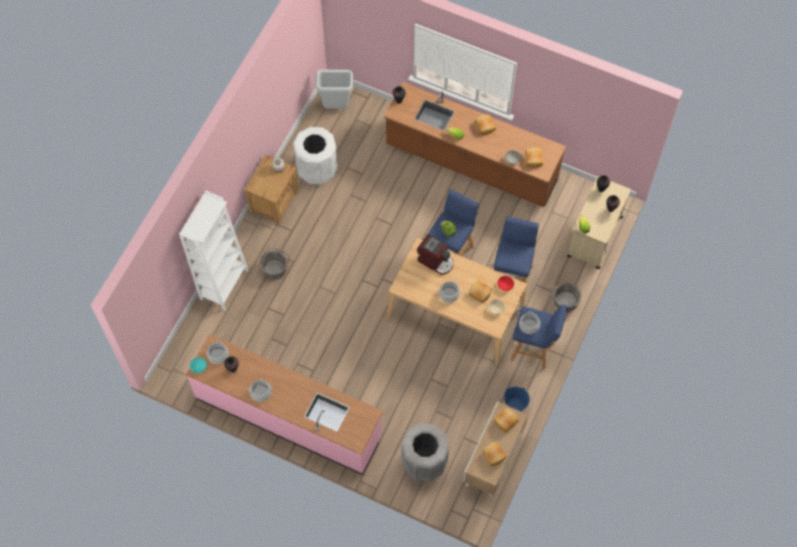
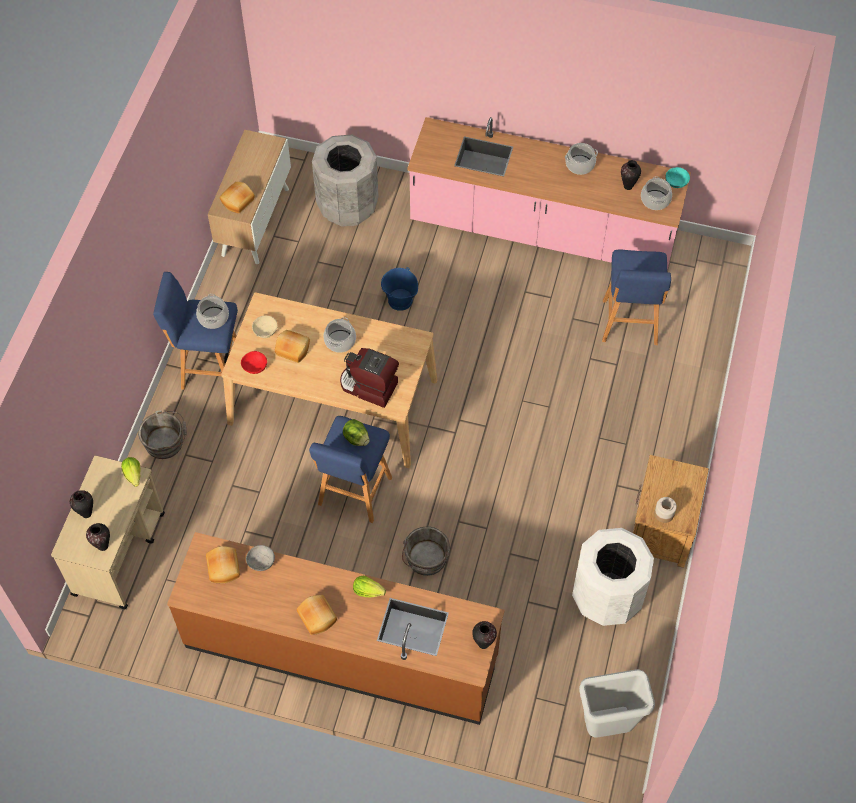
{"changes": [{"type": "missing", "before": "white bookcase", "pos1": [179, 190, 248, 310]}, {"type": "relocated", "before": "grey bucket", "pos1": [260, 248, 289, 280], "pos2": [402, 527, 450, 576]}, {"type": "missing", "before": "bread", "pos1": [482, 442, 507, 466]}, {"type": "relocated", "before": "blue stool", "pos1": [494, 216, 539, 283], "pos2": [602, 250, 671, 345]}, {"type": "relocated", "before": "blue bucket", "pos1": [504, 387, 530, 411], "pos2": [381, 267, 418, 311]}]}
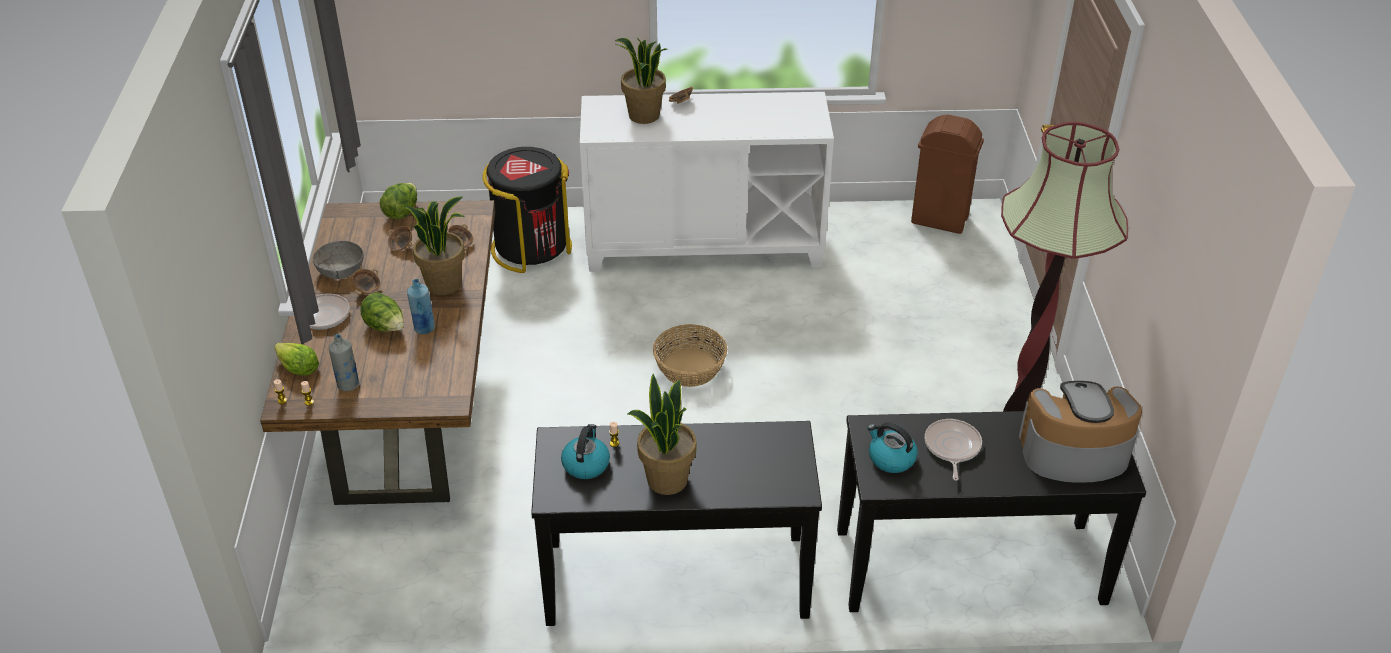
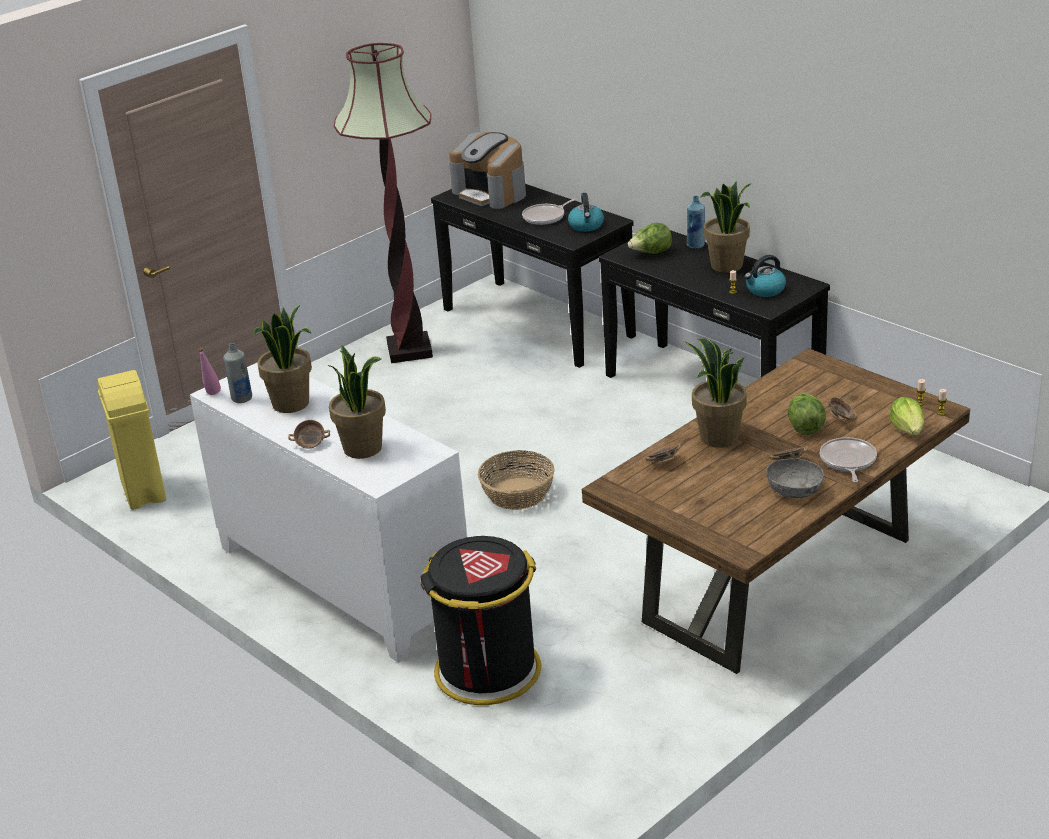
{"changes": [{"type": "relocated", "before": "grey bottle", "pos1": [329, 334, 359, 391], "pos2": [223, 343, 252, 403]}, {"type": "relocated", "before": "lettuce", "pos1": [380, 183, 417, 220], "pos2": [628, 223, 672, 254]}, {"type": "relocated", "before": "bowl", "pos1": [388, 226, 412, 251], "pos2": [829, 397, 856, 422]}, {"type": "relocated", "before": "blue bottle", "pos1": [407, 279, 435, 334], "pos2": [687, 196, 705, 249]}, {"type": "colour", "before": "brown trash can", "after": "yellow trash can", "pos1": [911, 115, 984, 234], "pos2": [97, 370, 166, 510]}, {"type": "appeared", "after": "pink bottle", "pos2": [198, 347, 221, 395]}, {"type": "appeared", "after": "potted plant", "pos2": [254, 305, 312, 413]}]}
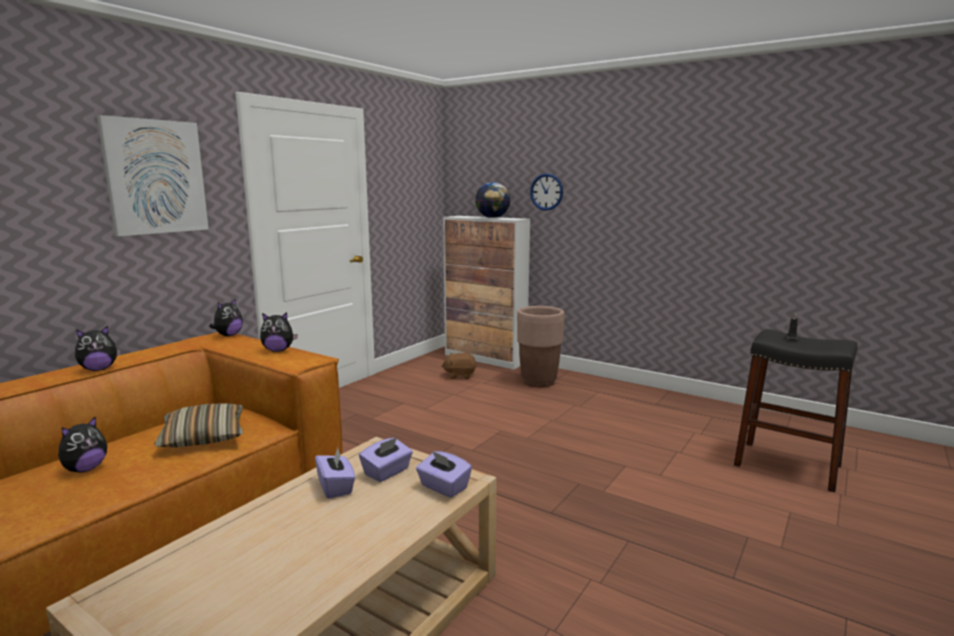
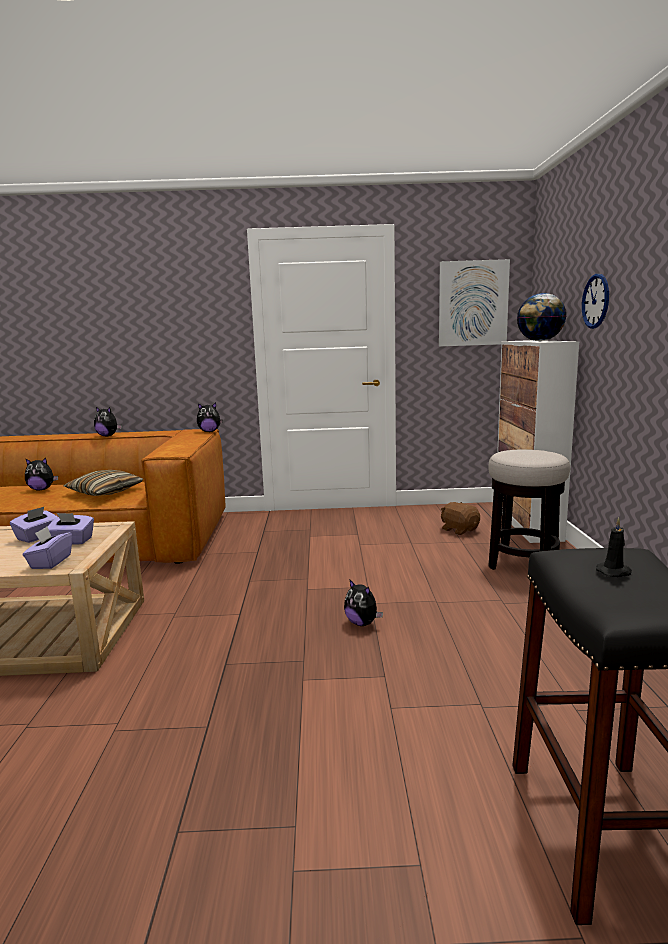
{"changes": [{"type": "relocated", "before": "picture", "pos1": [97, 115, 209, 236], "pos2": [439, 259, 510, 346]}, {"type": "relocated", "before": "plush toy", "pos1": [260, 312, 298, 352], "pos2": [344, 580, 383, 626]}, {"type": "exchanged", "before": "brown planter", "after": "stool", "pos1": [517, 306, 564, 387], "pos2": [488, 449, 570, 570]}]}
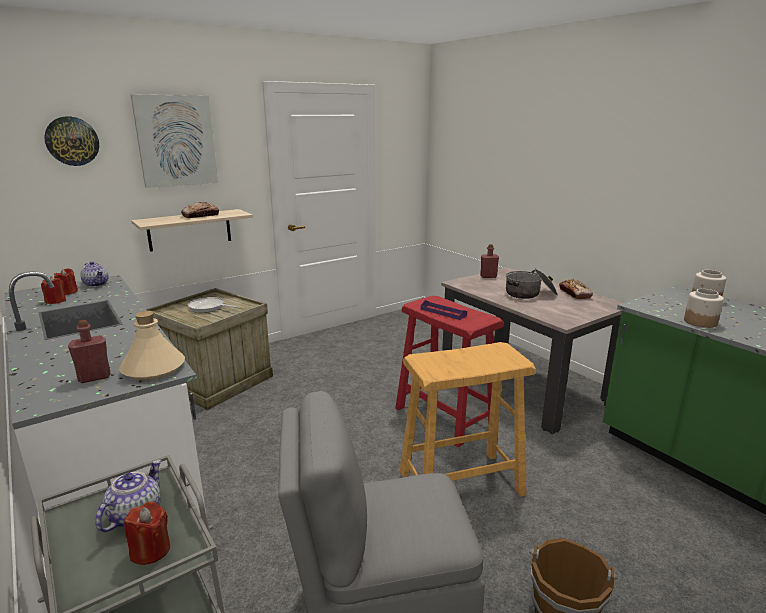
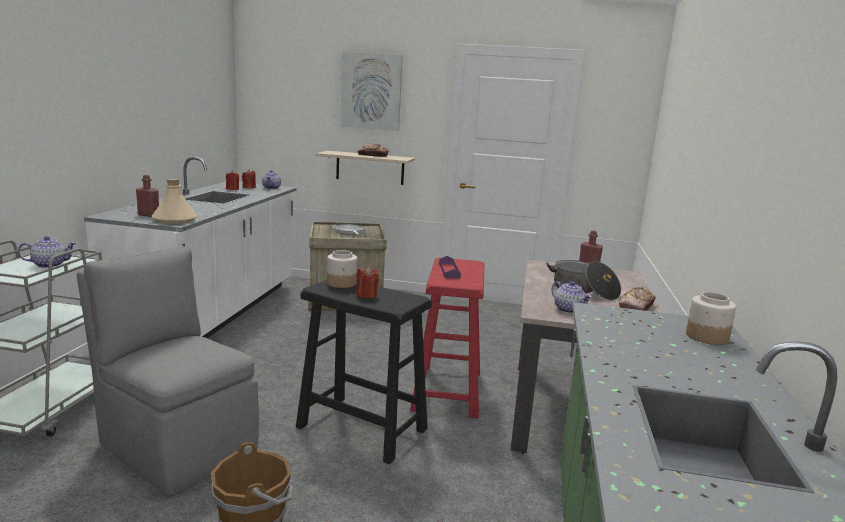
{"changes": [{"type": "missing", "before": "wall clock", "pos1": [44, 117, 99, 166]}, {"type": "relocated", "before": "red candle", "pos1": [124, 501, 170, 565], "pos2": [356, 266, 379, 298]}, {"type": "colour", "before": "beige stool", "after": "black stool", "pos1": [400, 342, 536, 497], "pos2": [296, 280, 432, 464]}, {"type": "relocated", "before": "jar", "pos1": [684, 289, 724, 328], "pos2": [327, 250, 357, 288]}, {"type": "appeared", "after": "teapot", "pos2": [551, 281, 592, 314]}]}
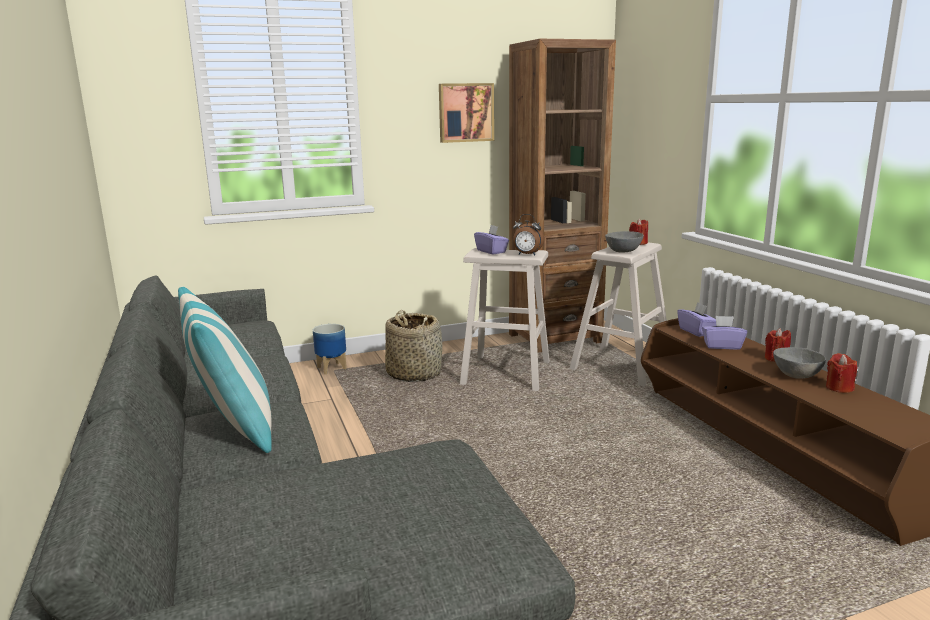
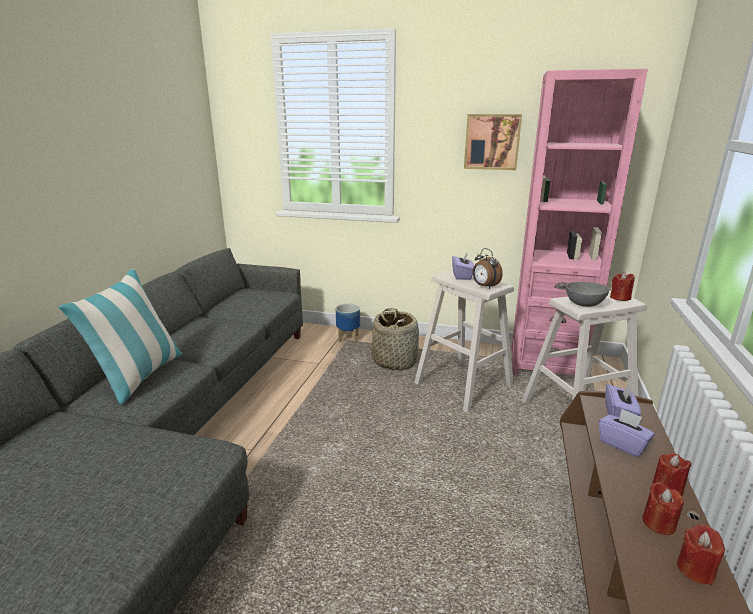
{"changes": [{"type": "colour", "before": "brown bookcase", "after": "pink bookcase", "pos1": [509, 39, 616, 353], "pos2": [512, 69, 648, 375]}, {"type": "exchanged", "before": "grey bowl", "after": "red candle", "pos1": [773, 347, 826, 379], "pos2": [643, 482, 684, 535]}]}
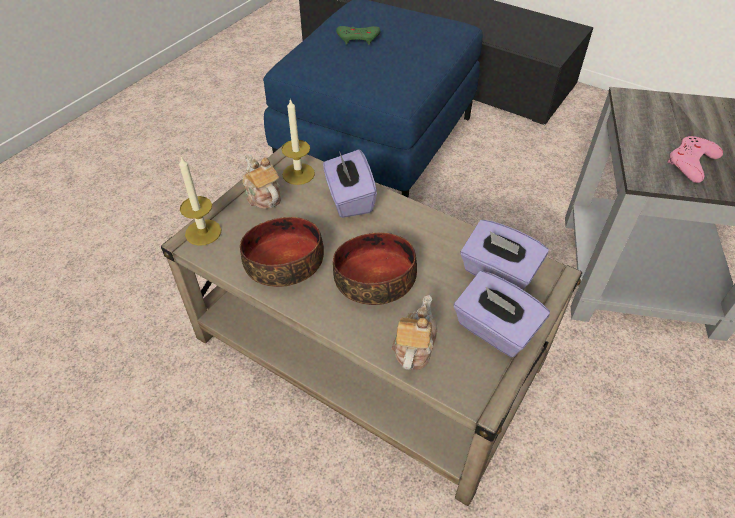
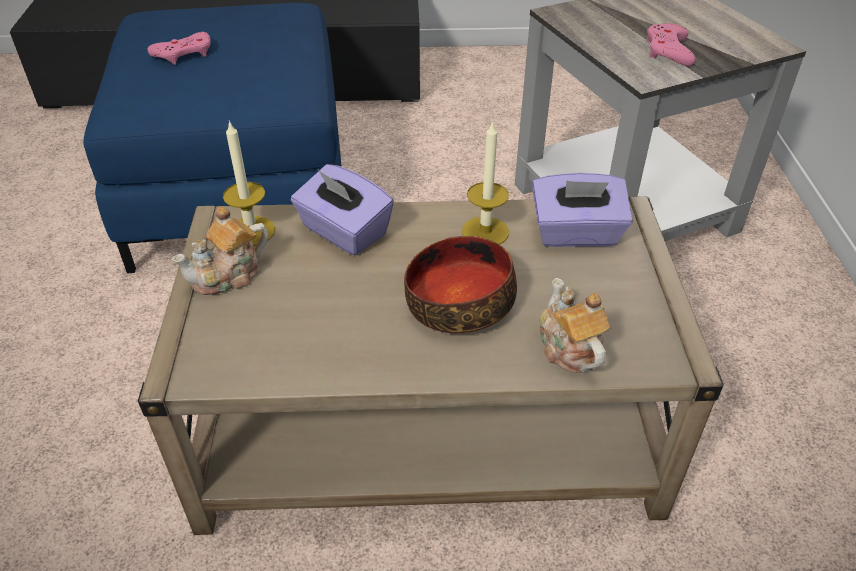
{"changes": [{"type": "relocated", "before": "candle", "pos1": [179, 156, 221, 246], "pos2": [462, 120, 509, 245]}, {"type": "missing", "before": "bowl", "pos1": [240, 217, 324, 287]}, {"type": "spun", "before": "teapot", "pos1": [242, 155, 281, 209], "pos2": [172, 206, 268, 295], "turn": -60}, {"type": "colour", "before": "green game controller", "after": "pink game controller", "pos1": [336, 26, 381, 45], "pos2": [148, 32, 211, 65]}, {"type": "missing", "before": "purple tissue box", "pos1": [454, 271, 550, 357]}]}
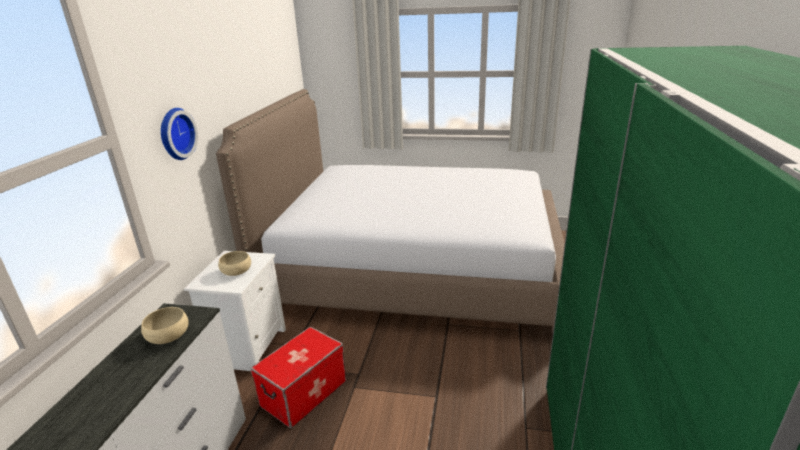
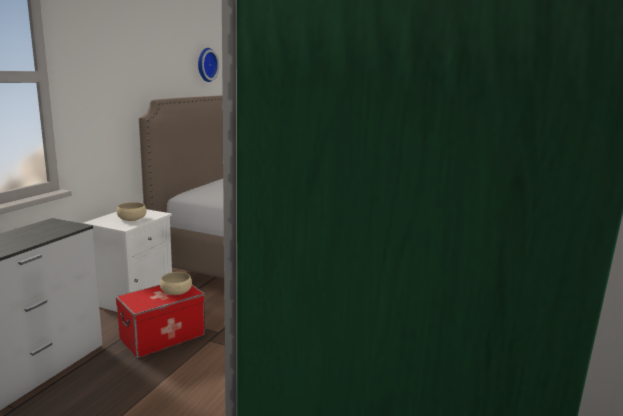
{"changes": [{"type": "relocated", "before": "beige bowl", "pos1": [141, 307, 189, 344], "pos2": [160, 272, 192, 295]}, {"type": "relocated", "before": "wall clock", "pos1": [161, 108, 198, 160], "pos2": [198, 48, 219, 82]}]}
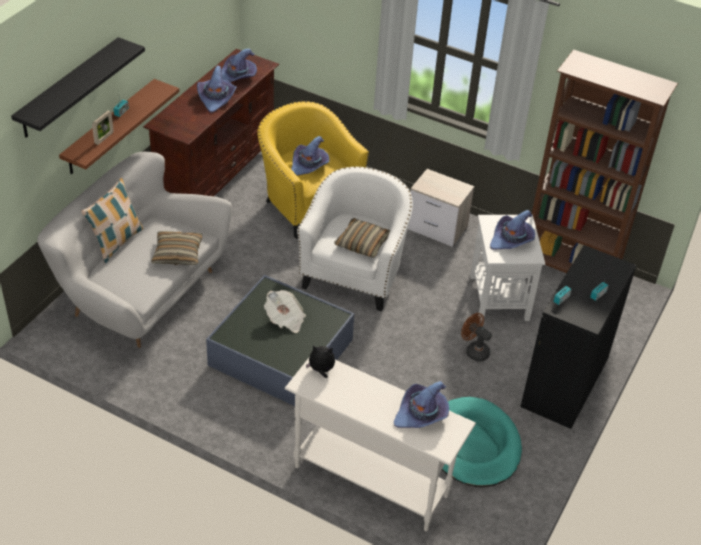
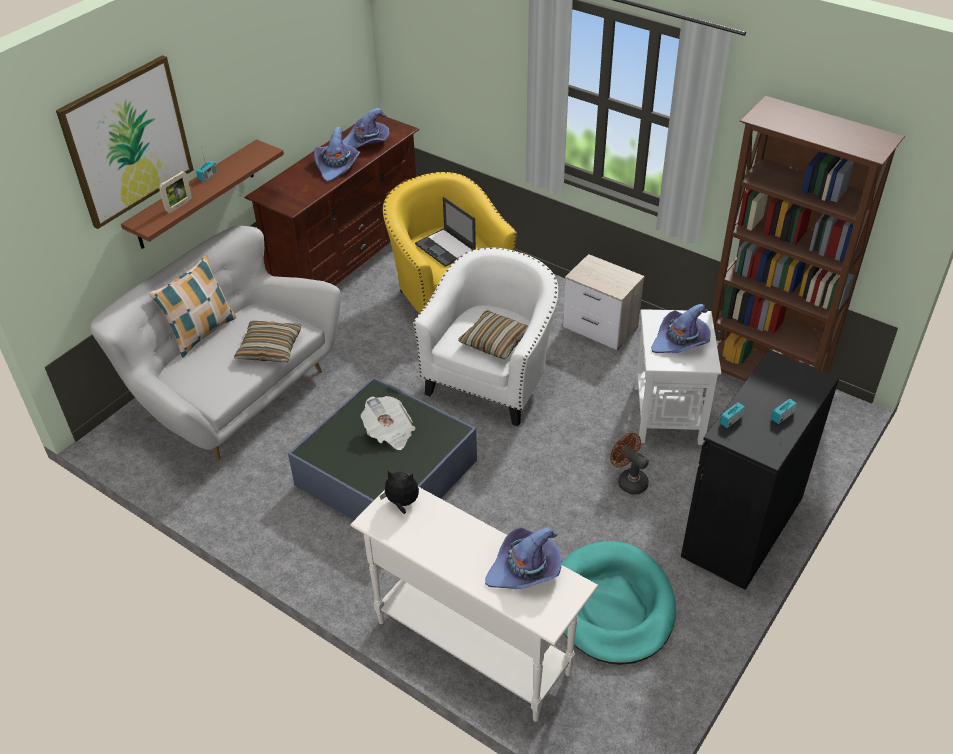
{"changes": [{"type": "exchanged", "before": "black shelf", "after": "picture", "pos1": [11, 37, 145, 138], "pos2": [56, 55, 194, 229]}, {"type": "exchanged", "before": "purple hat", "after": "laptop", "pos1": [291, 136, 330, 176], "pos2": [415, 197, 476, 267]}]}
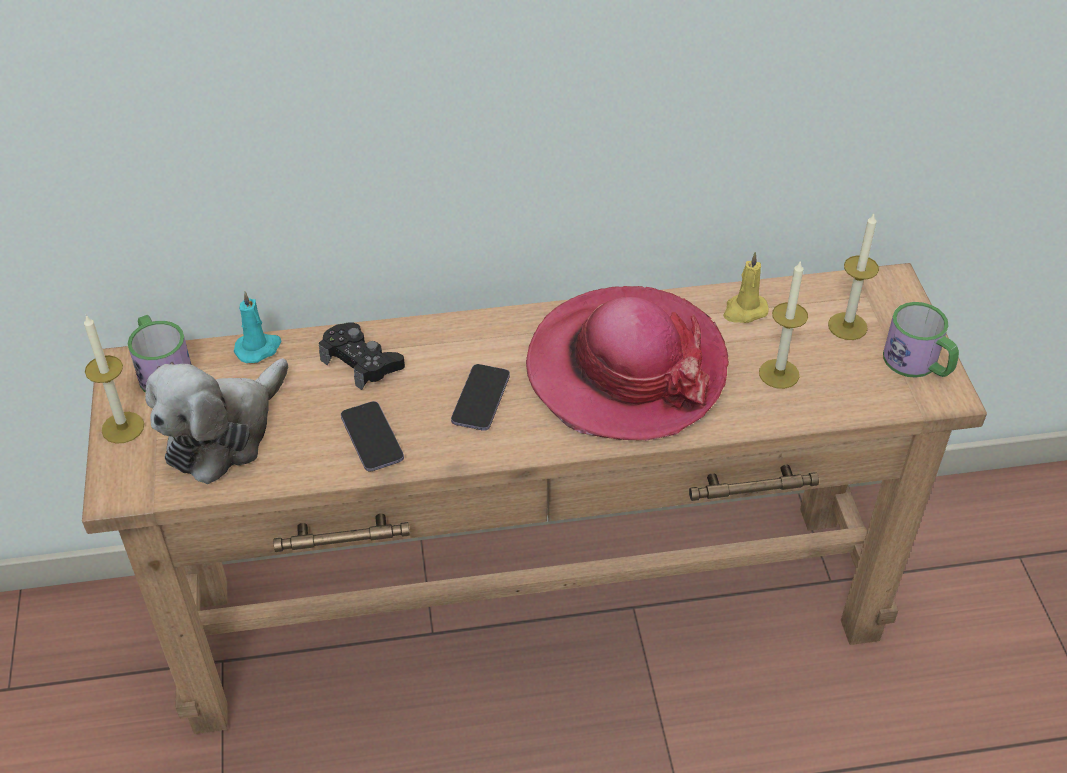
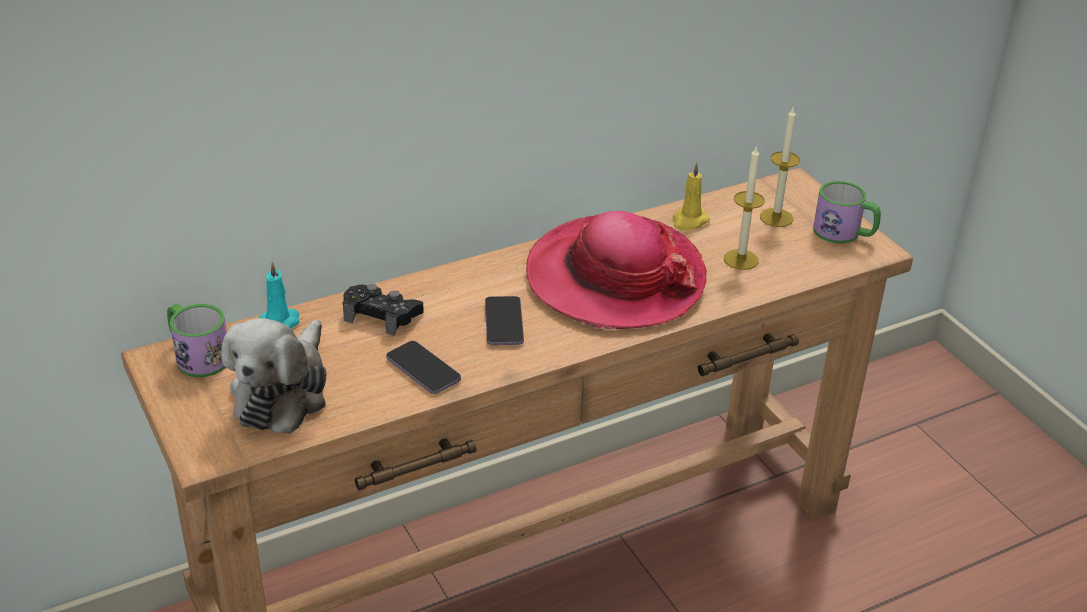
{"changes": [{"type": "missing", "before": "candle", "pos1": [84, 315, 144, 444]}]}
